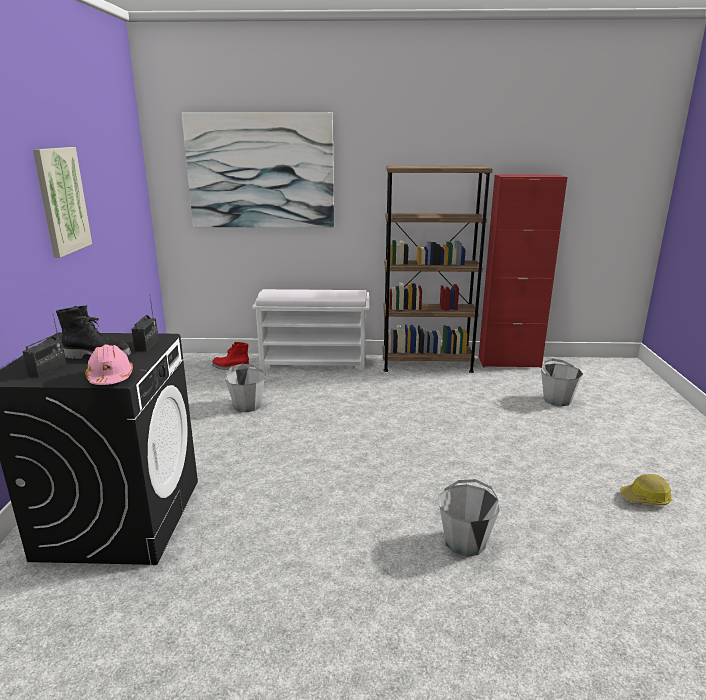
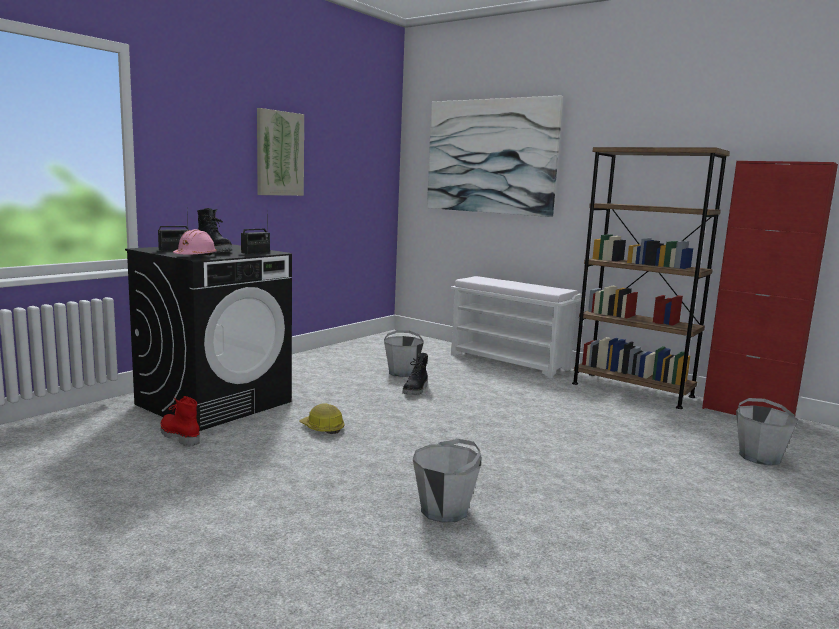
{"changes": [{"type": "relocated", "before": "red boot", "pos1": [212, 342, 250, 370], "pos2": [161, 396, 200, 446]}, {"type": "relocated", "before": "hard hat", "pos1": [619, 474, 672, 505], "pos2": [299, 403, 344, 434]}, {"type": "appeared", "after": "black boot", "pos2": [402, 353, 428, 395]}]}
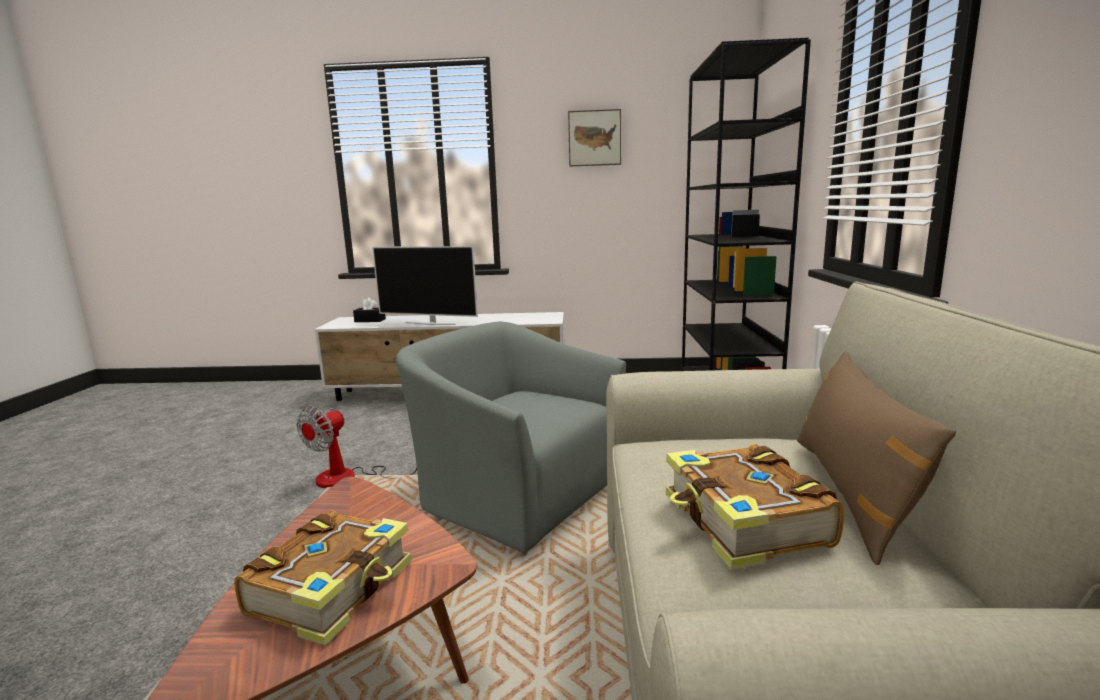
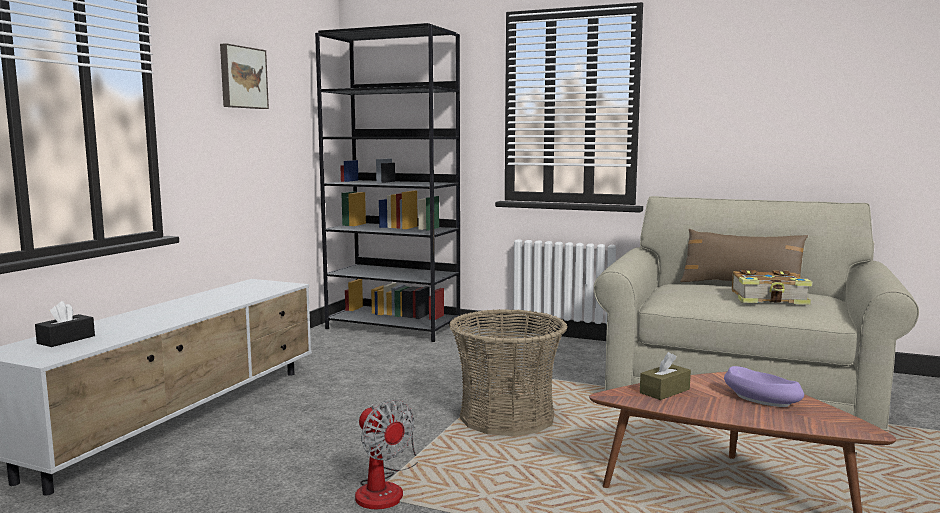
{"changes": [{"type": "exchanged", "before": "book", "after": "purple bowl", "pos1": [234, 510, 412, 646], "pos2": [724, 366, 804, 407]}, {"type": "missing", "before": "television", "pos1": [372, 246, 478, 325]}, {"type": "exchanged", "before": "grey armchair", "after": "basket", "pos1": [396, 321, 626, 557], "pos2": [449, 309, 568, 436]}, {"type": "appeared", "after": "brown tissue box", "pos2": [640, 352, 691, 400]}]}
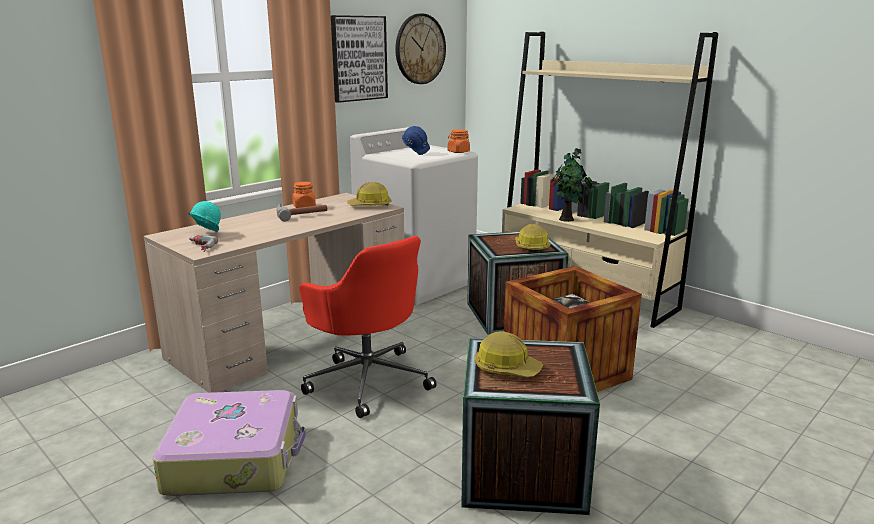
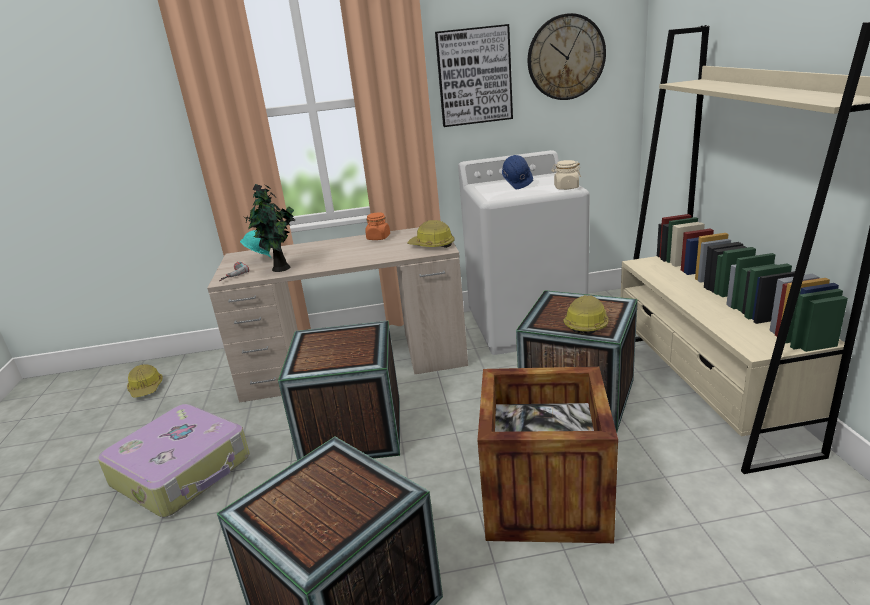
{"changes": [{"type": "missing", "before": "hammer", "pos1": [277, 203, 327, 222]}, {"type": "exchanged", "before": "red office chair", "after": "crate", "pos1": [299, 236, 437, 418], "pos2": [278, 321, 400, 461]}, {"type": "colour", "before": "orange jar", "after": "beige jar", "pos1": [448, 129, 470, 153], "pos2": [551, 160, 581, 190]}, {"type": "relocated", "before": "hard hat", "pos1": [475, 331, 543, 377], "pos2": [127, 364, 163, 398]}, {"type": "relocated", "before": "potted plant", "pos1": [552, 148, 592, 222], "pos2": [246, 184, 295, 272]}]}
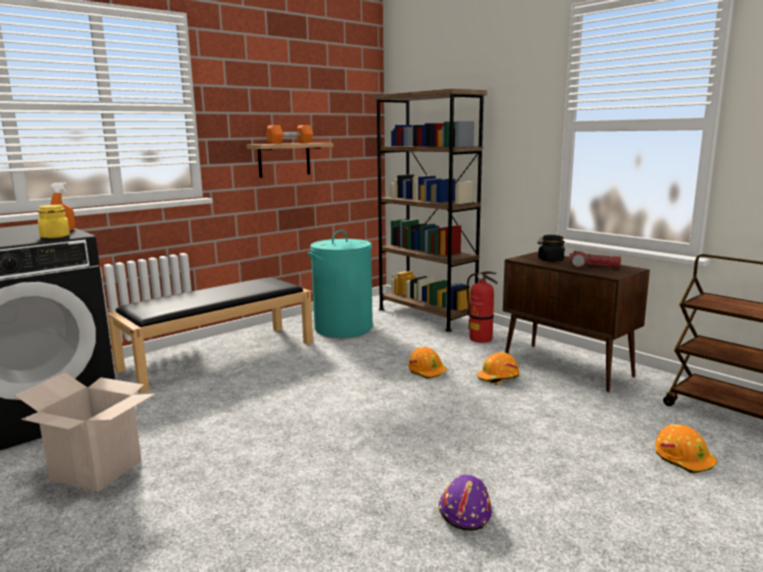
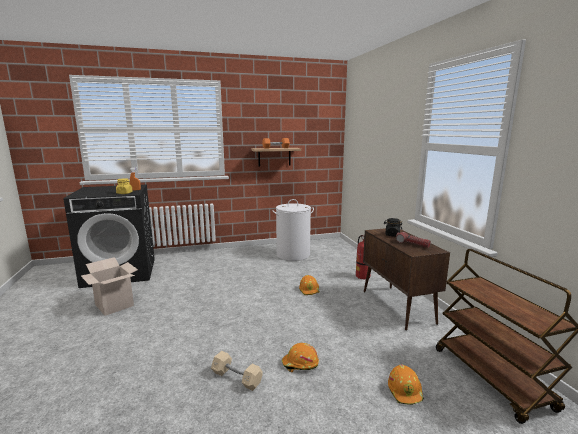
{"changes": [{"type": "missing", "before": "black bench", "pos1": [107, 277, 313, 393]}, {"type": "colour", "before": "turquoise laundry basket", "after": "white laundry basket", "pos1": [307, 230, 373, 338], "pos2": [272, 199, 314, 261]}, {"type": "missing", "before": "brown bookcase", "pos1": [374, 89, 487, 332]}, {"type": "exchanged", "before": "purple hard hat", "after": "beige dumbbell", "pos1": [438, 475, 492, 531], "pos2": [211, 351, 263, 391]}, {"type": "relocated", "before": "orange hard hat", "pos1": [476, 352, 520, 385], "pos2": [282, 343, 319, 372]}]}
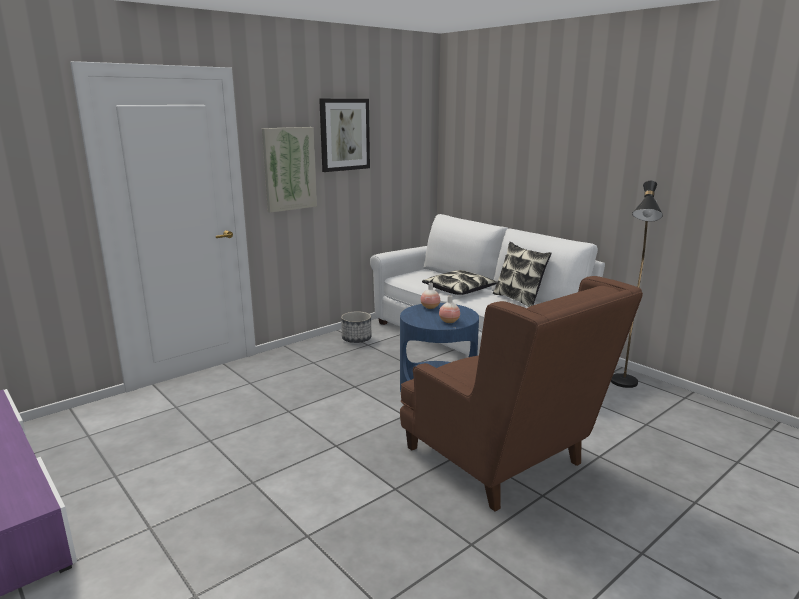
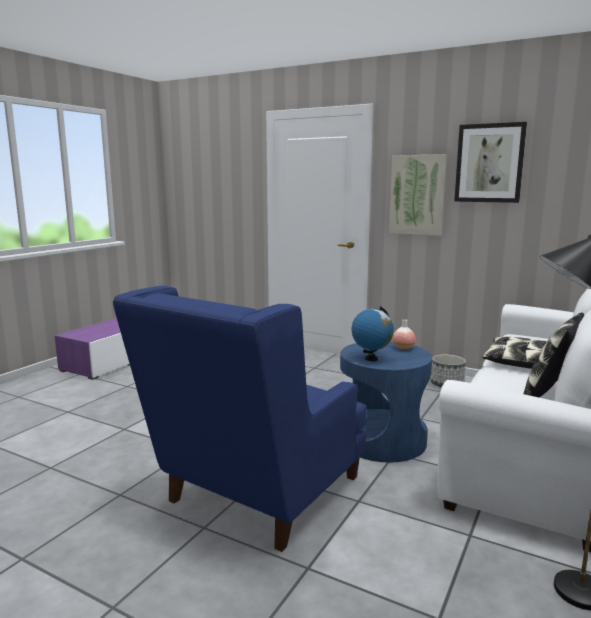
{"changes": [{"type": "colour", "before": "brown armchair", "after": "blue armchair", "pos1": [400, 276, 643, 512], "pos2": [113, 286, 367, 552]}, {"type": "exchanged", "before": "vase", "after": "globe", "pos1": [439, 295, 460, 323], "pos2": [352, 306, 394, 361]}]}
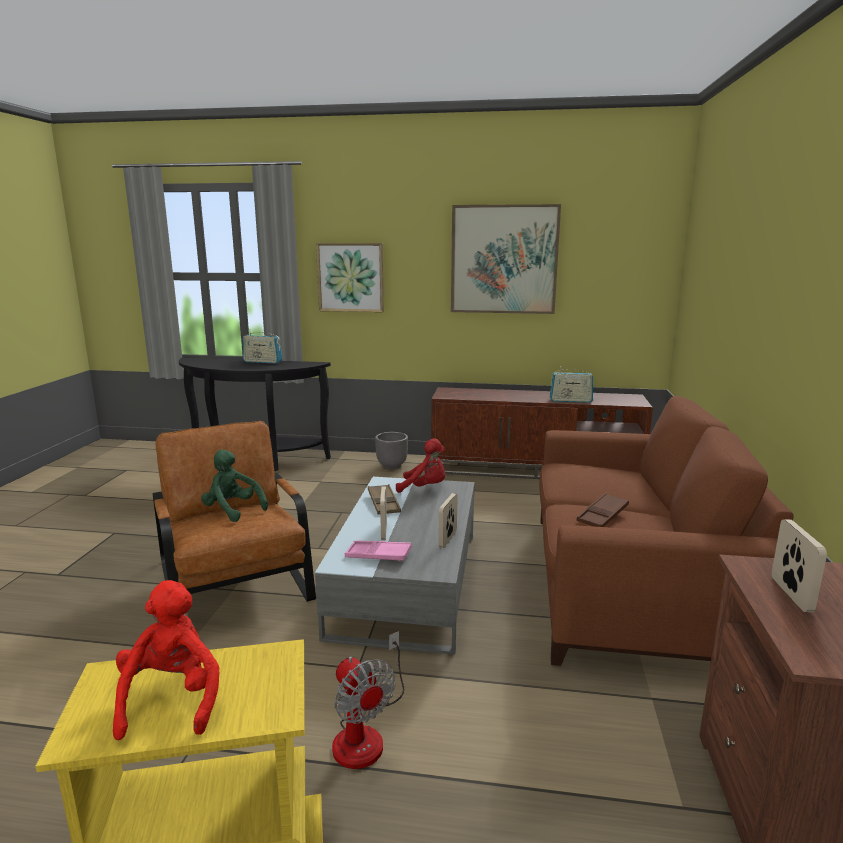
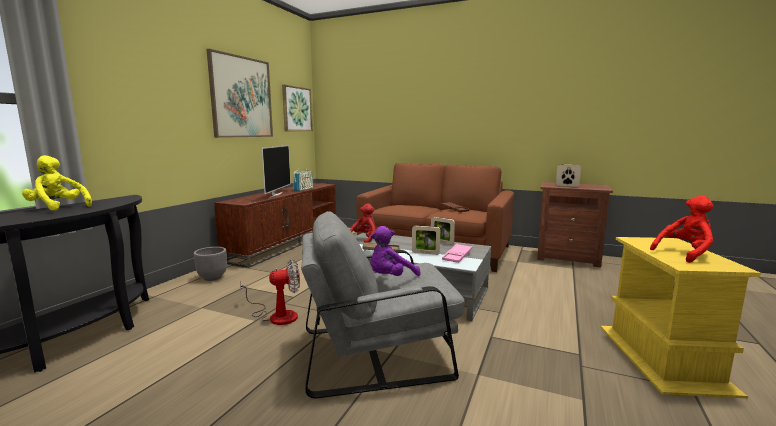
{"changes": [{"type": "spun", "before": "red plush toy", "pos1": [113, 580, 220, 740], "pos2": [650, 195, 714, 263], "turn": 150}, {"type": "colour", "before": "brown armchair", "after": "grey armchair", "pos1": [152, 421, 316, 602], "pos2": [301, 211, 465, 398]}, {"type": "colour", "before": "green plush toy", "after": "purple plush toy", "pos1": [201, 450, 268, 522], "pos2": [371, 226, 421, 276]}, {"type": "exchanged", "before": "radio", "after": "yellow plush toy", "pos1": [243, 329, 282, 364], "pos2": [22, 155, 92, 211]}, {"type": "relocated", "before": "picture", "pos1": [316, 243, 384, 312], "pos2": [282, 85, 313, 131]}, {"type": "relocated", "before": "fan", "pos1": [332, 631, 404, 769], "pos2": [240, 259, 300, 325]}, {"type": "appeared", "after": "television", "pos2": [262, 145, 291, 198]}]}
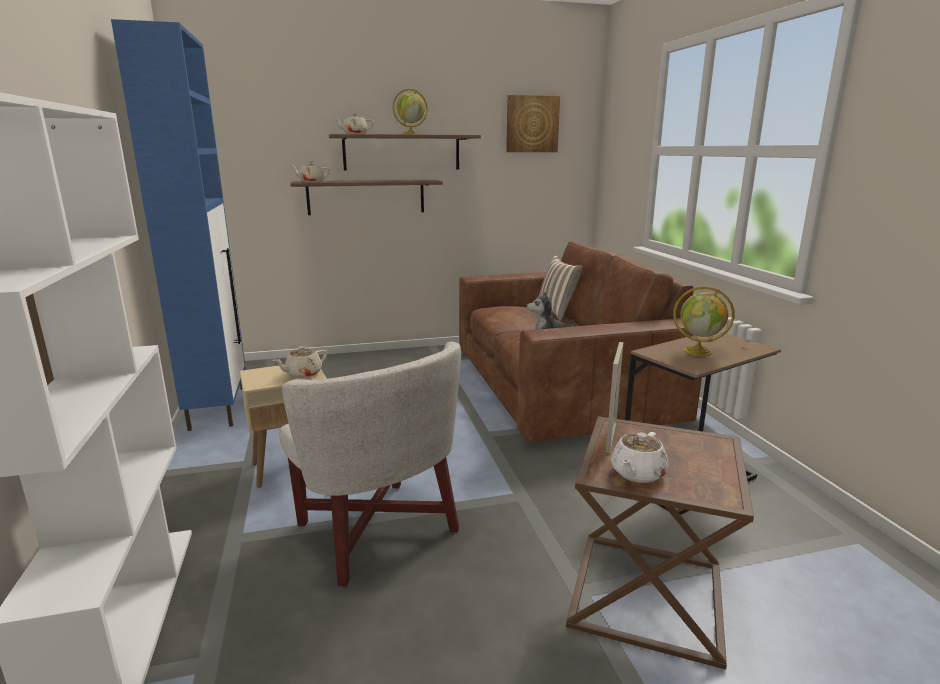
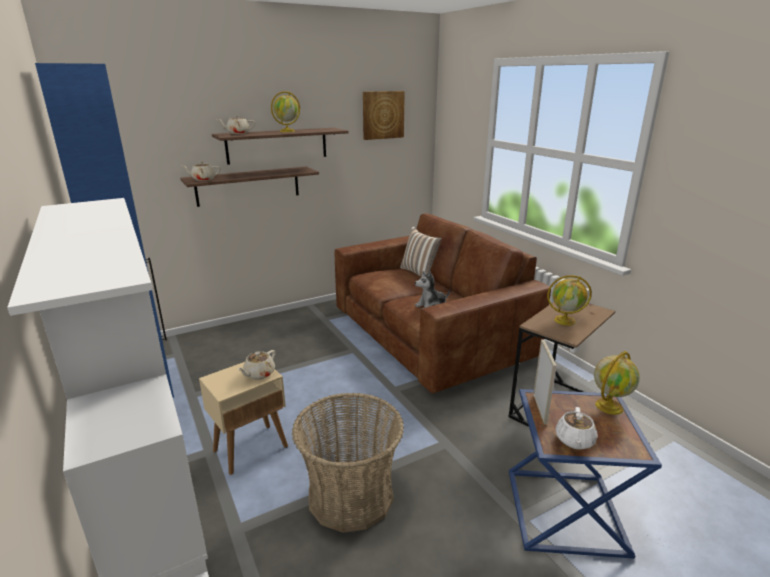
{"changes": [{"type": "exchanged", "before": "white armchair", "after": "basket", "pos1": [279, 342, 461, 587], "pos2": [292, 393, 404, 533]}, {"type": "colour", "before": "brown side table", "after": "blue side table", "pos1": [566, 416, 754, 670], "pos2": [509, 389, 662, 559]}, {"type": "appeared", "after": "globe", "pos2": [594, 351, 640, 415]}]}
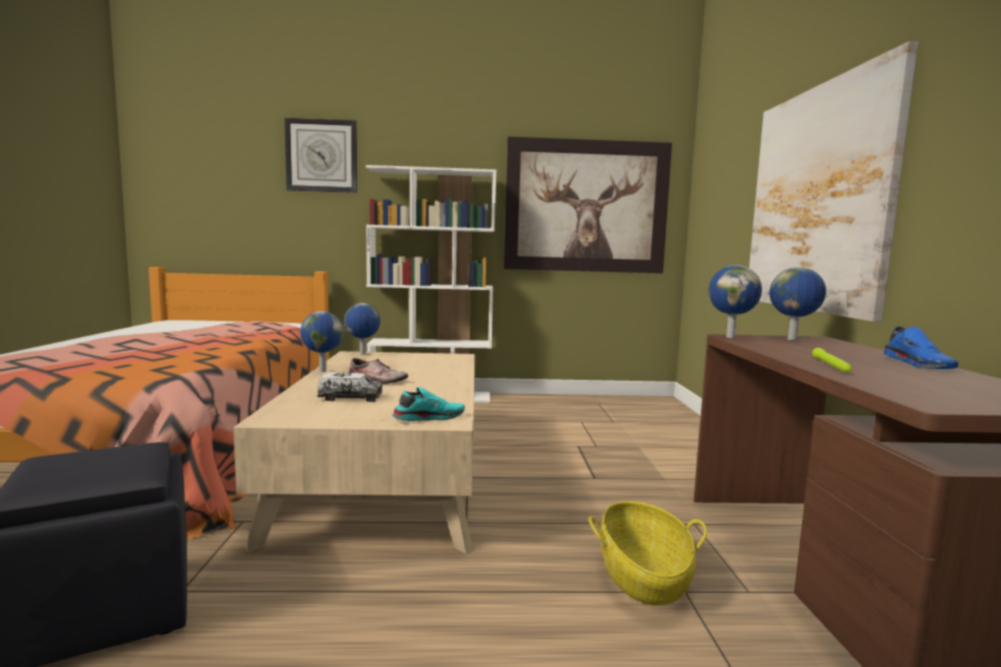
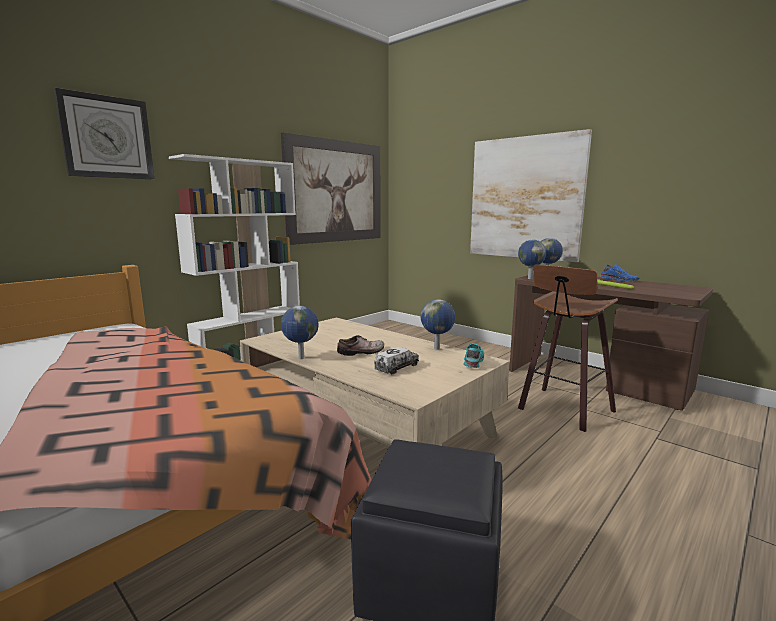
{"changes": [{"type": "relocated", "before": "globe", "pos1": [344, 303, 380, 355], "pos2": [421, 299, 456, 350]}, {"type": "exchanged", "before": "basket", "after": "stool", "pos1": [589, 501, 707, 605], "pos2": [518, 265, 618, 432]}]}
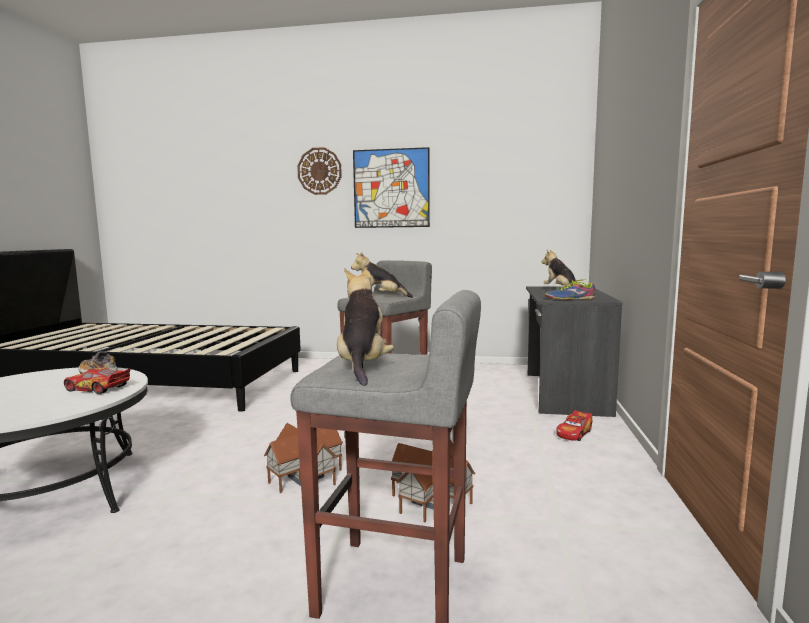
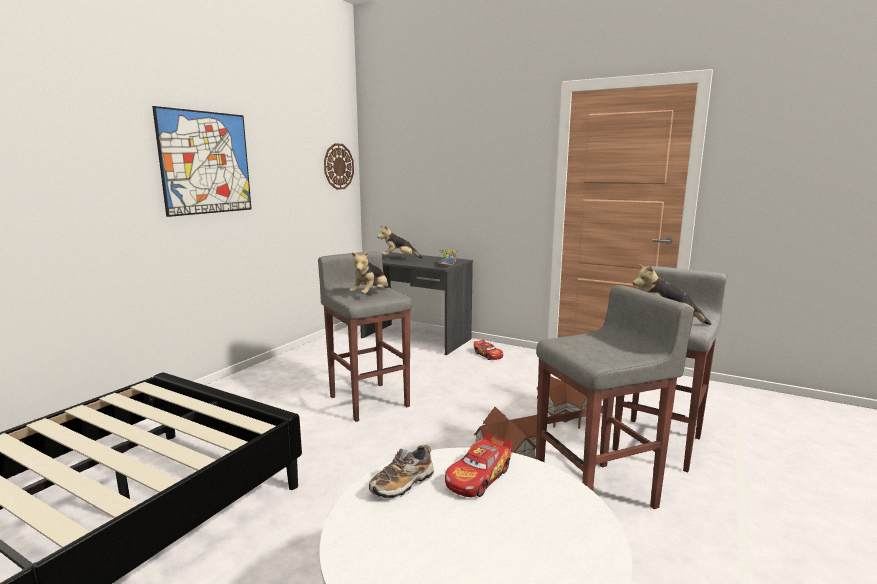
{"changes": [{"type": "relocated", "before": "wall clock", "pos1": [297, 147, 342, 195], "pos2": [324, 143, 354, 190]}, {"type": "appeared", "after": "grey stool", "pos2": [536, 285, 694, 509]}]}
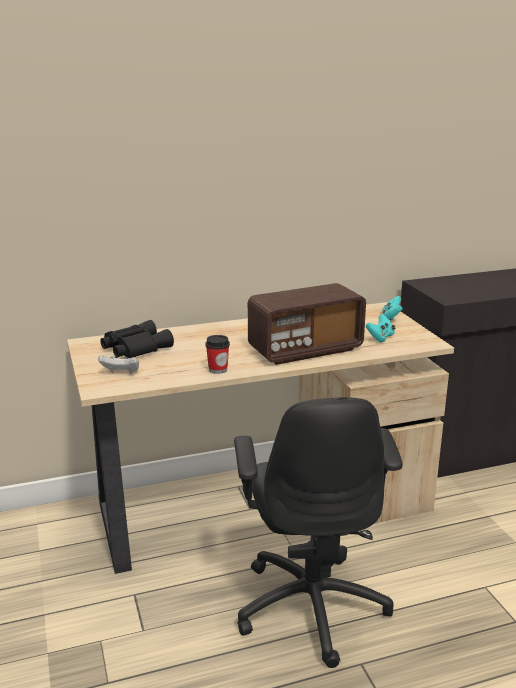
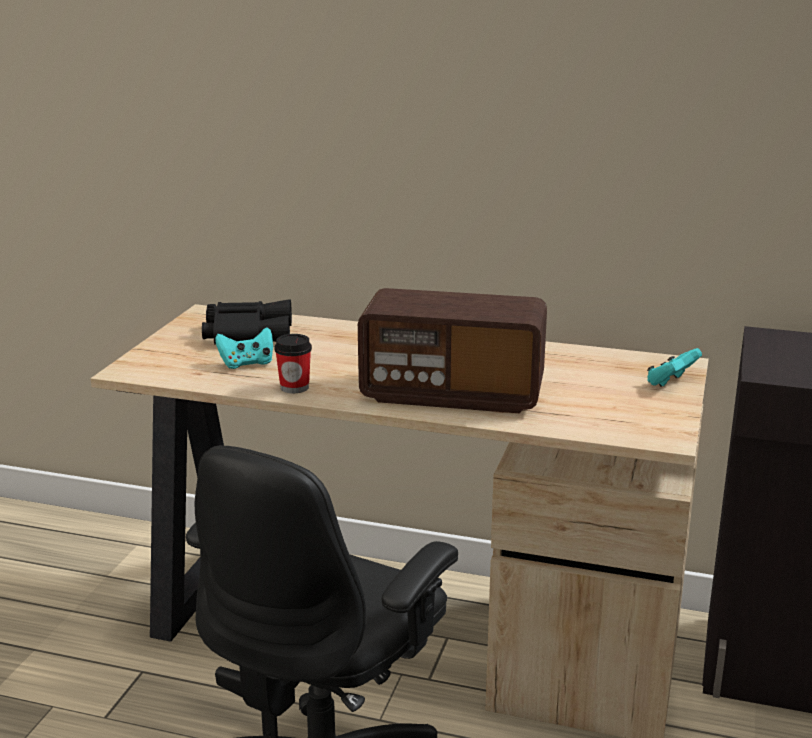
{"changes": [{"type": "missing", "before": "white game controller", "pos1": [98, 355, 139, 374]}, {"type": "relocated", "before": "turquoise game controller", "pos1": [366, 314, 395, 342], "pos2": [215, 327, 273, 369]}]}
